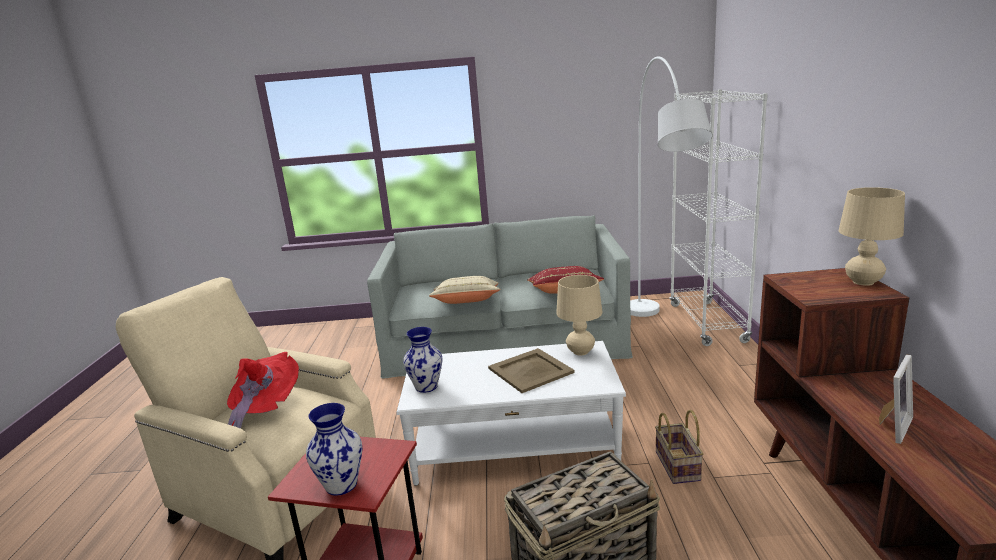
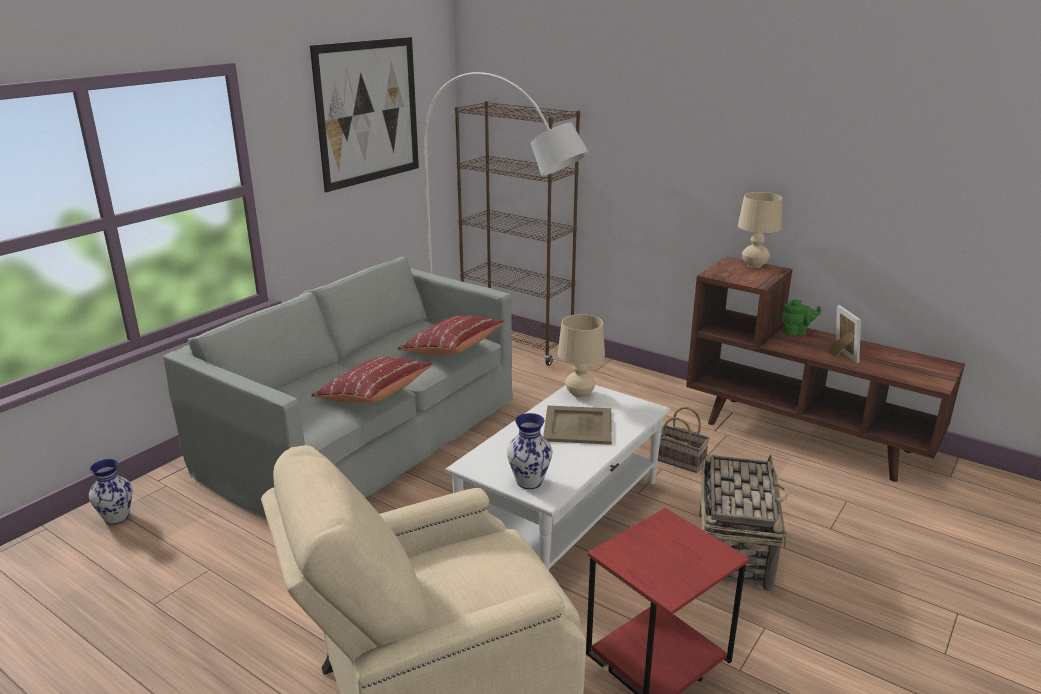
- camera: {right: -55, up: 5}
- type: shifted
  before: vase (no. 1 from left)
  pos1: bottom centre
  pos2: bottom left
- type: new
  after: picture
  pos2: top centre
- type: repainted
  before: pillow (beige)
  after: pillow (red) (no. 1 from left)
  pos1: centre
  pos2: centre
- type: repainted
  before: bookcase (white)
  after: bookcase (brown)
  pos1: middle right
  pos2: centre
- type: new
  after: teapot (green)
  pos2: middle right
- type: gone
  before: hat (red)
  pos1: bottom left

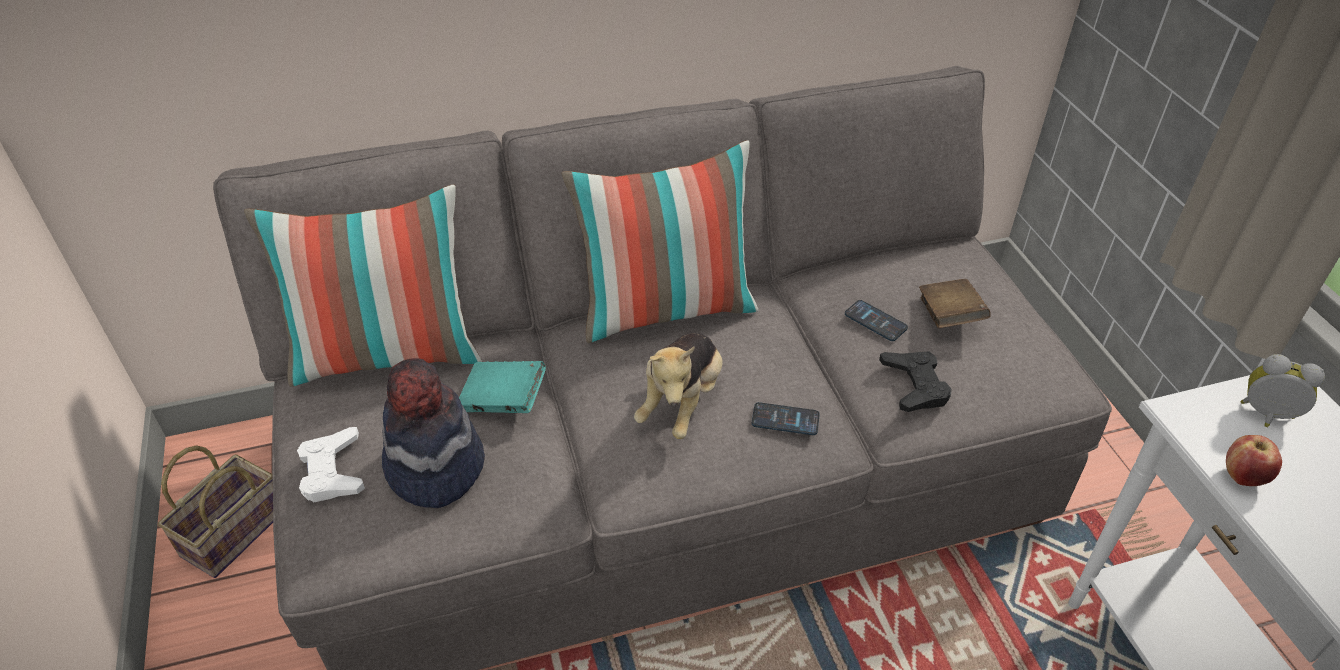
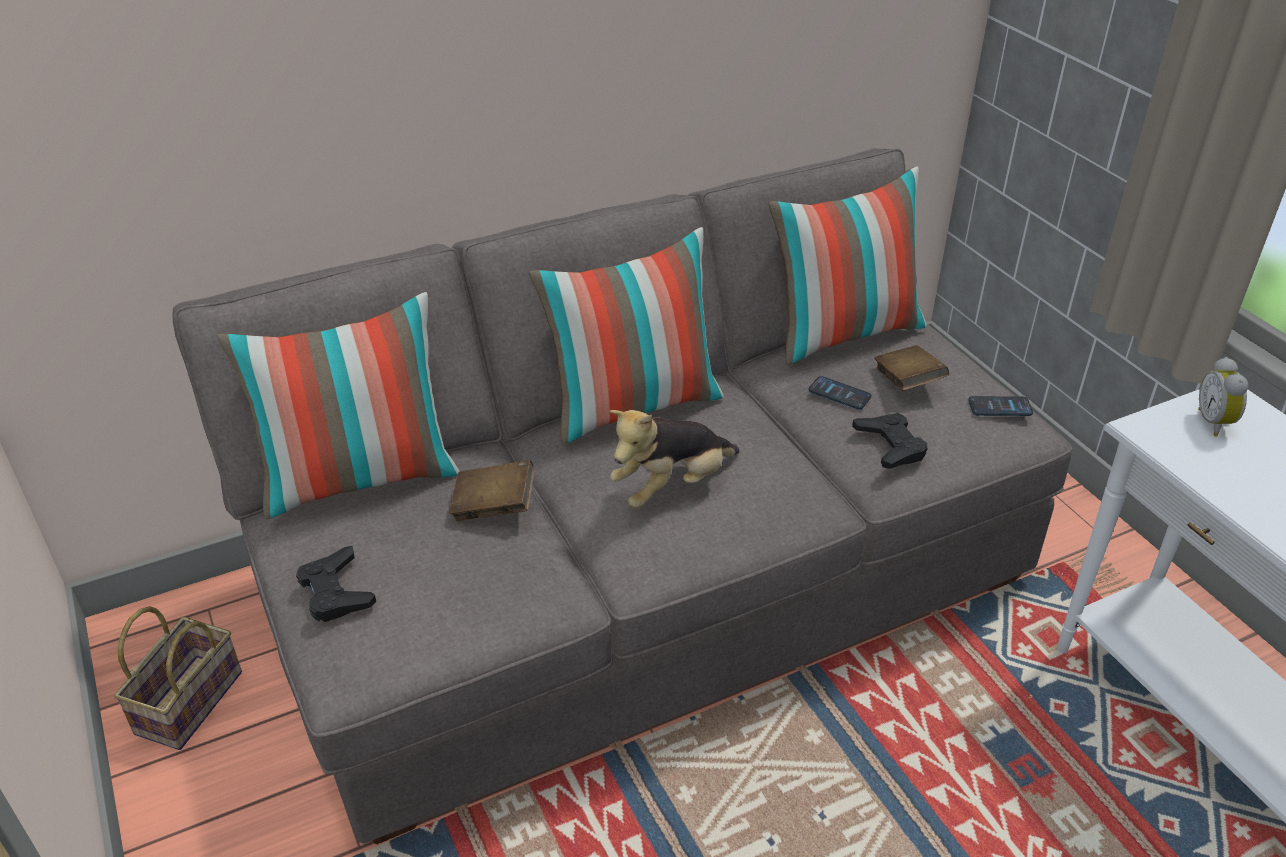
- camera: {right: -10, up: -5}
- type: repainted
  before: game controller (white)
  after: game controller (black) (no. 1 from left)
  pos1: bottom left
  pos2: bottom left
- type: repainted
  before: book (turquoise)
  after: book (brown) (no. 1 from left)
  pos1: centre
  pos2: centre
- type: rotated
  before: plush toy
  pos1: centre
  pos2: centre
  turn: 45
- type: new
  after: pillow (no. 3 from left)
  pos2: top centre
- type: shifted
  before: phone (no. 1 from left in the first image)
  after: phone (no. 2 from left)
  pos1: centre
  pos2: middle right
- type: rotated
  before: alarm clock
  pos1: middle right
  pos2: middle right
  turn: -105
- type: gone
  before: hat
  pos1: middle left
- type: gone
  before: apple
  pos1: bottom right

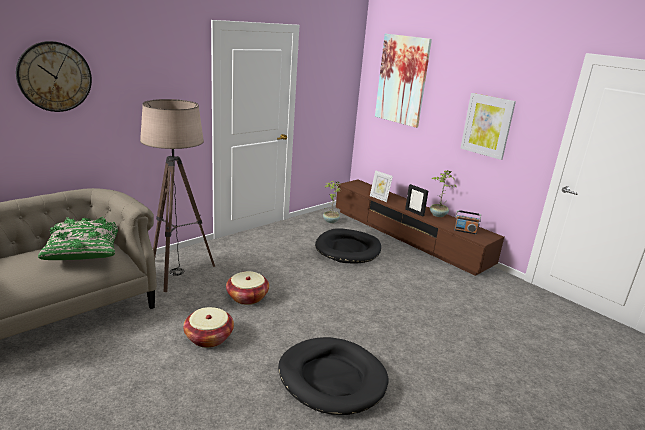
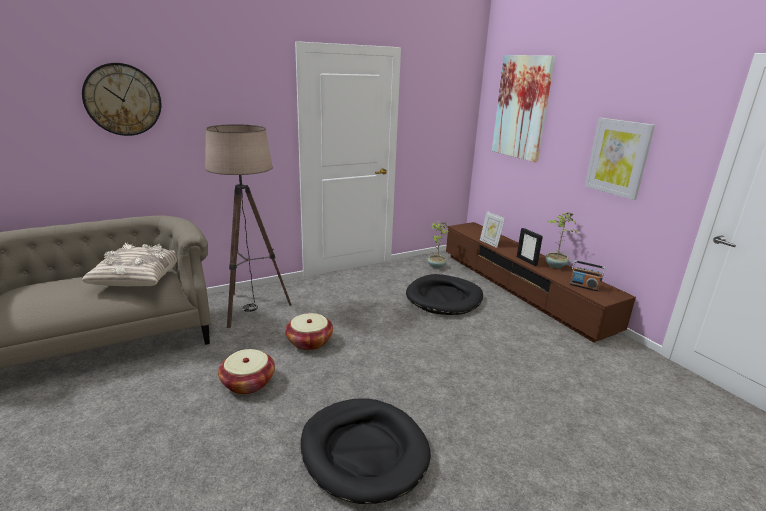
- camera: {right: 15, up: 0}
- type: repainted
  before: pillow (green)
  after: pillow (beige)
  pos1: middle left
  pos2: middle left

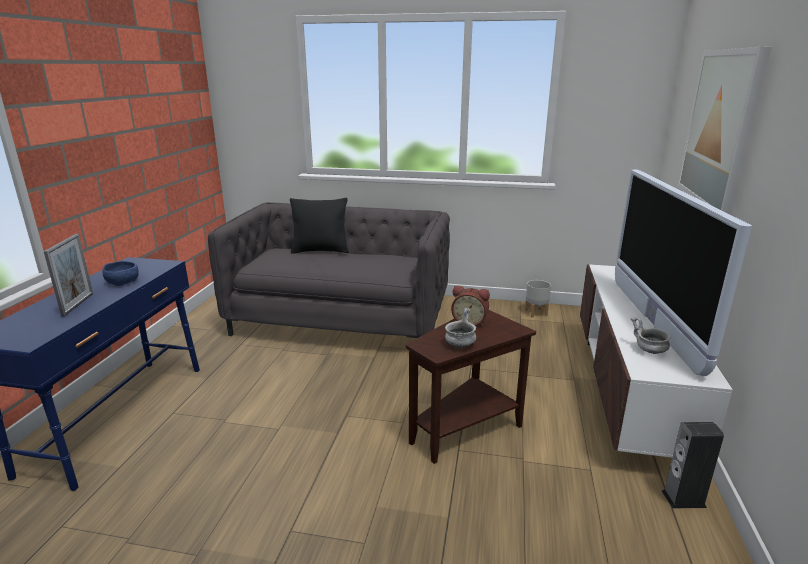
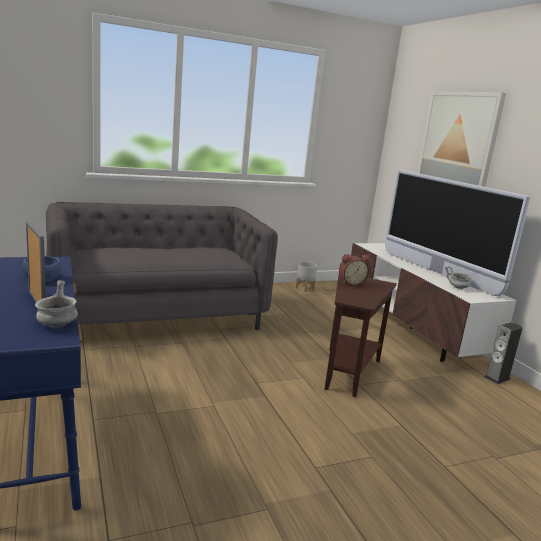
- camera: {right: -35, up: -5}
- type: shifted
  before: bowl (grey) (no. 1 from left)
  pos1: centre
  pos2: middle left
- type: gone
  before: pillow (black)
  pos1: centre

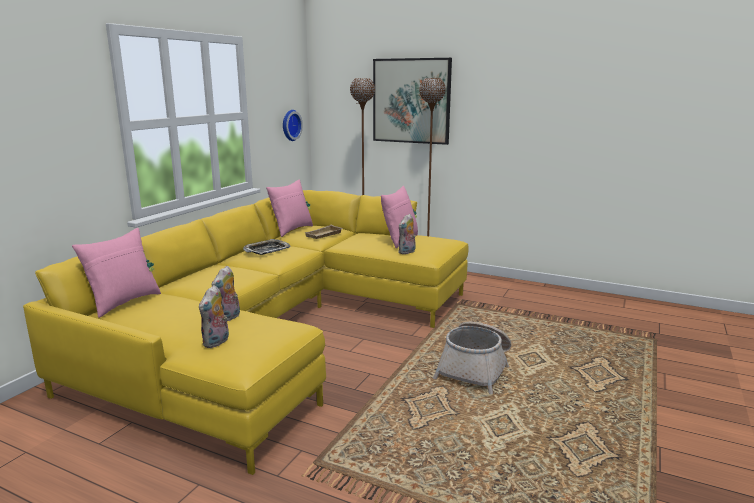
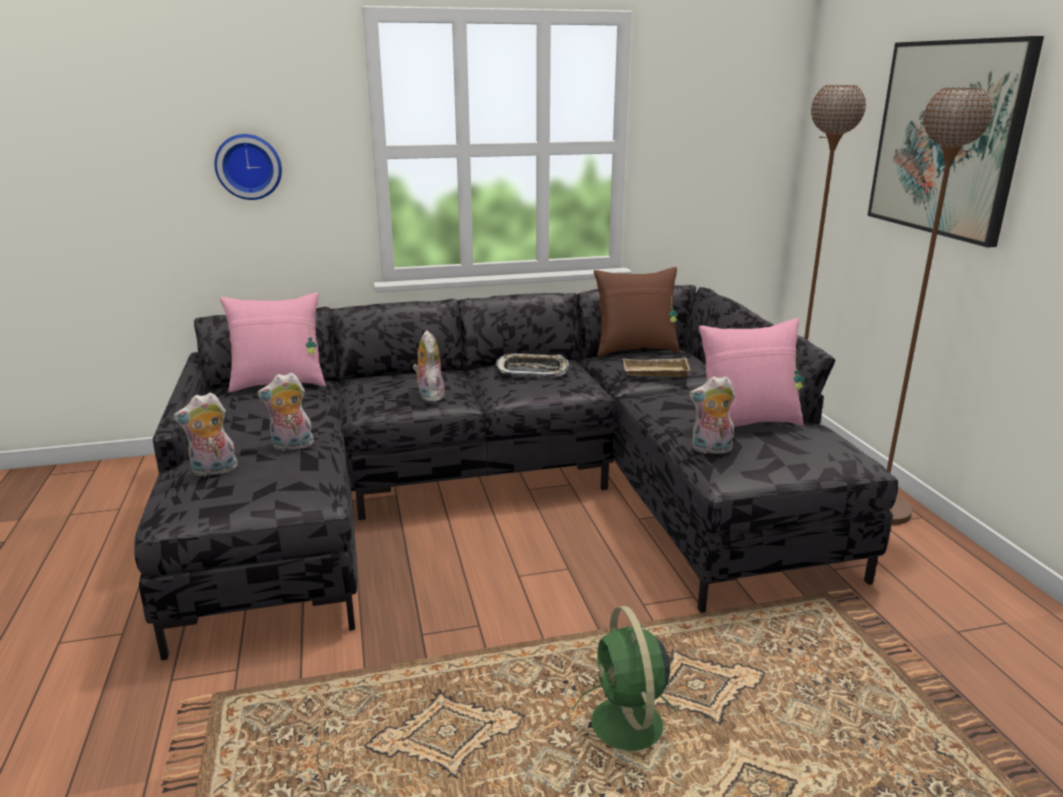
- camera: {right: 50, up: 5}
- type: repainted
  before: sofa (yellow)
  after: sofa (black)
  pos1: middle left
  pos2: centre
- type: shifted
  before: wall clock
  pos1: top centre
  pos2: top left
- type: new
  after: plush toy (no. 3 from left)
  pos2: centre
- type: swapped
  before: basket
  after: fan (green)
  pos1: bottom centre
  pos2: bottom centre
- type: repainted
  before: pillow (pink) (no. 2 from left)
  after: pillow (brown)
  pos1: centre
  pos2: centre

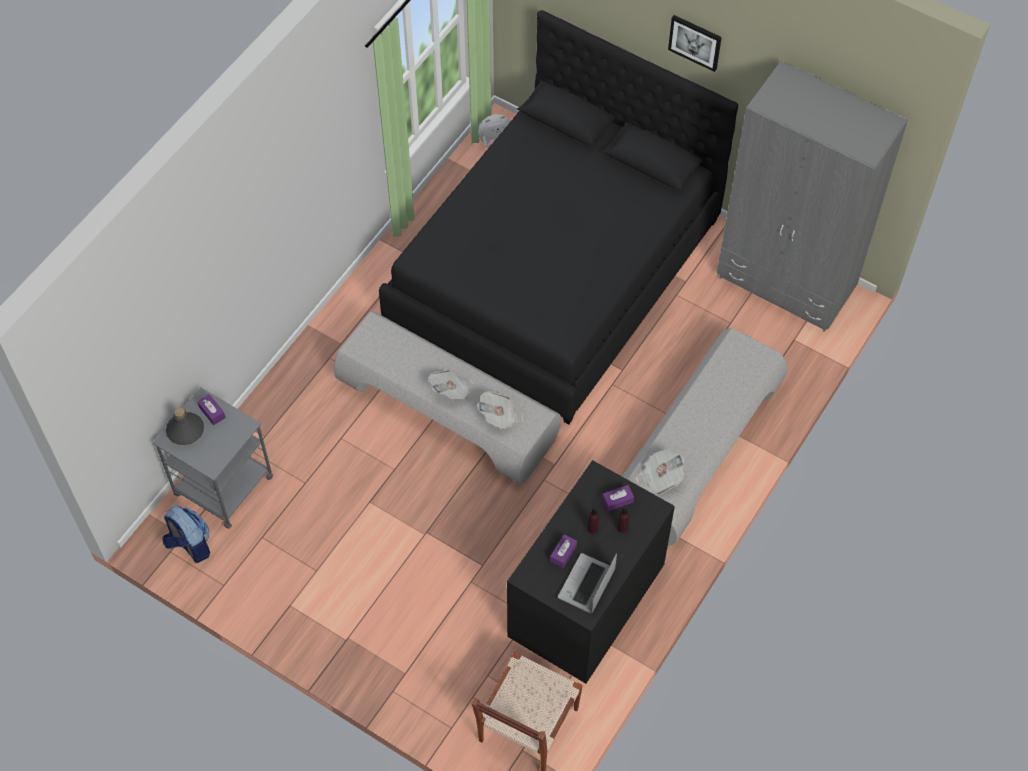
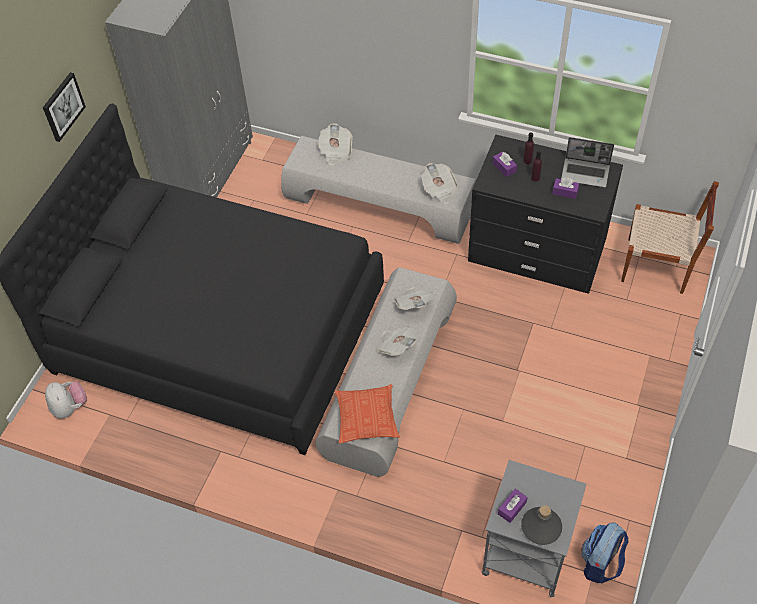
- camera: {right: -100, up: -5}
- type: new
  after: newspaper (no. 1 from left)
  pos2: top centre
- type: new
  after: pillow (orange)
  pos2: bottom centre

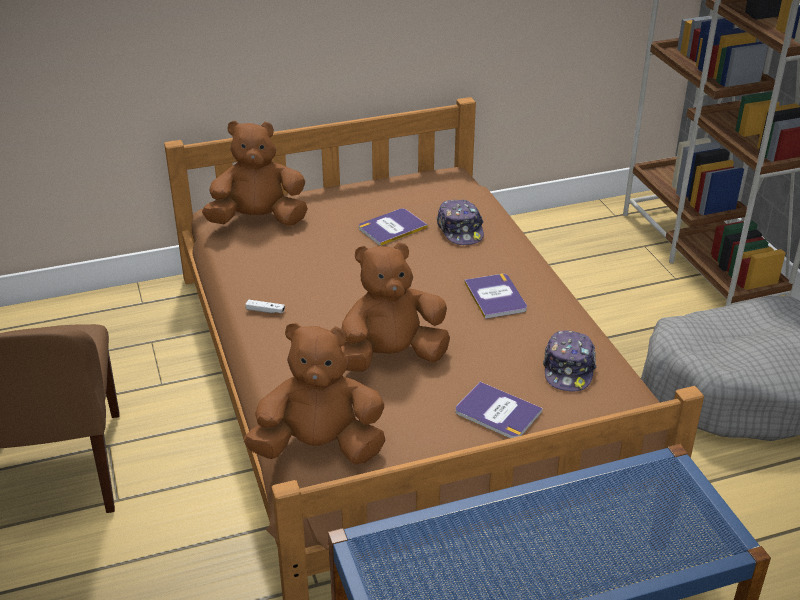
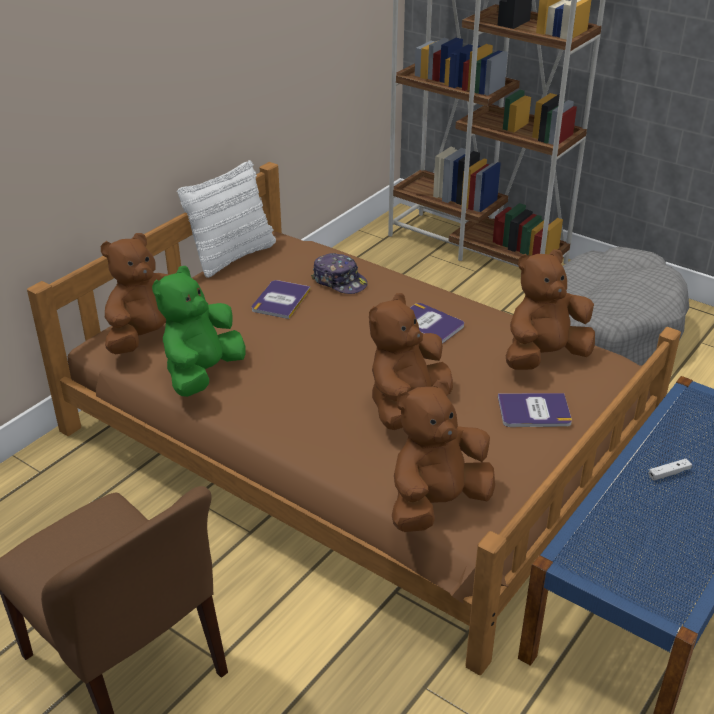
- camera: {right: -35, up: 0}
- type: new
  after: plush toy (green)
  pos2: middle left
- type: new
  after: pillow (white)
  pos2: top left
- type: swapped
  before: cap (no. 2 from left)
  after: plush toy (brown) (no. 4 from left)
  pos1: middle right
  pos2: middle right
- type: shifted
  before: game controller (white)
  pos1: middle left
  pos2: middle right

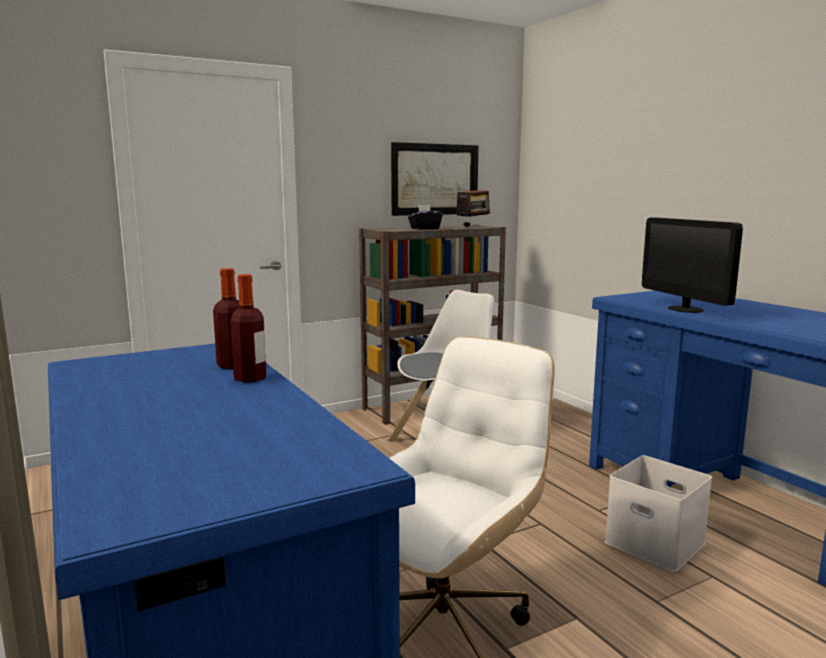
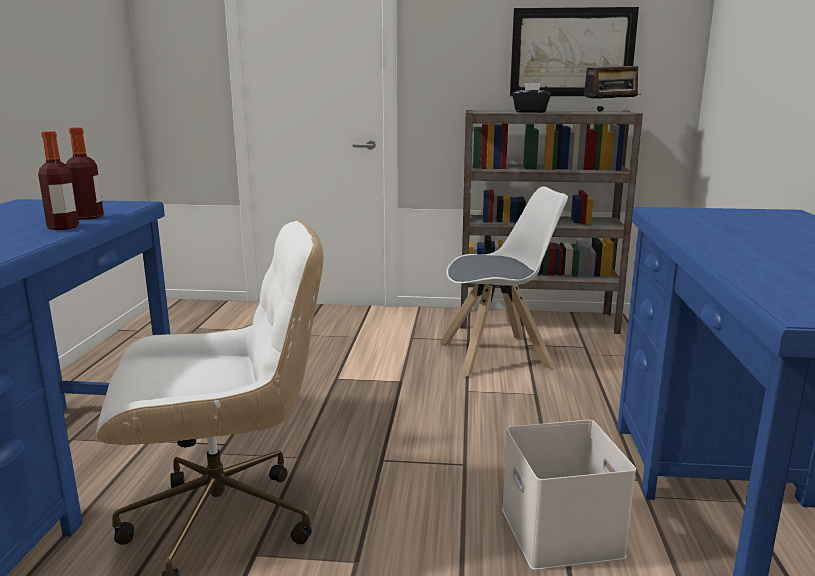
- camera: {right: 35, up: 5}
- type: gone
  before: monitor
  pos1: middle right

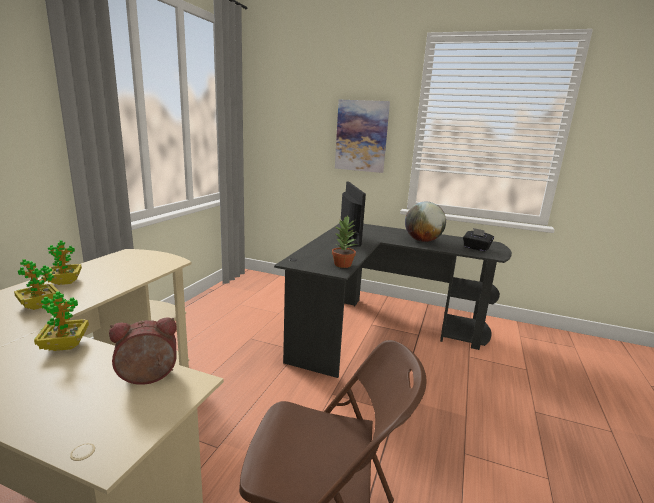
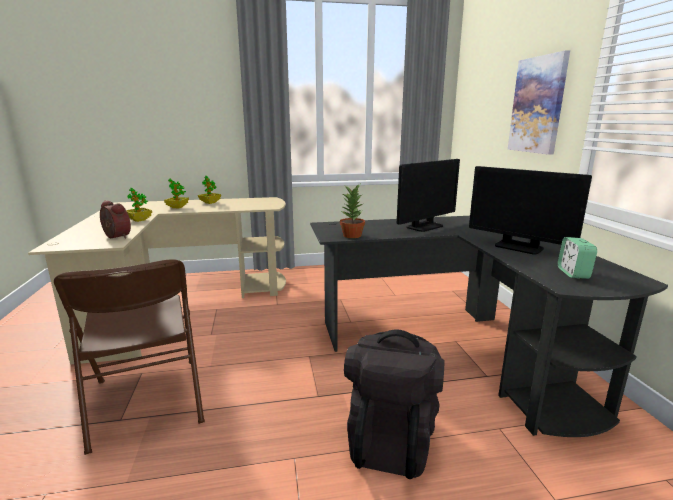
- camera: {right: 60, up: 0}
- type: new
  after: backpack (black)
  pos2: bottom centre
- type: swapped
  before: globe
  after: monitor (no. 2 from left)
  pos1: centre
  pos2: middle right
- type: swapped
  before: tissue box (black)
  after: alarm clock (no. 2 from left)
  pos1: middle right
  pos2: middle right

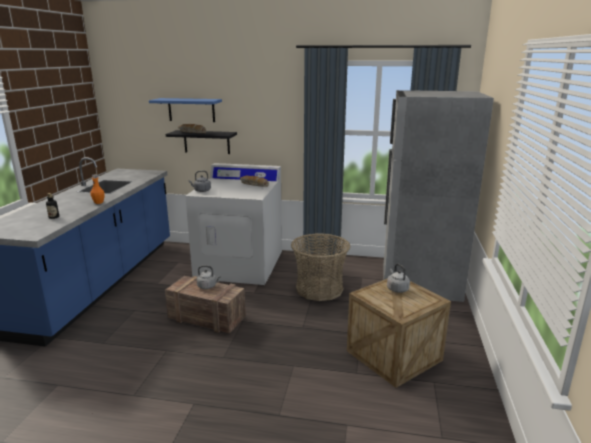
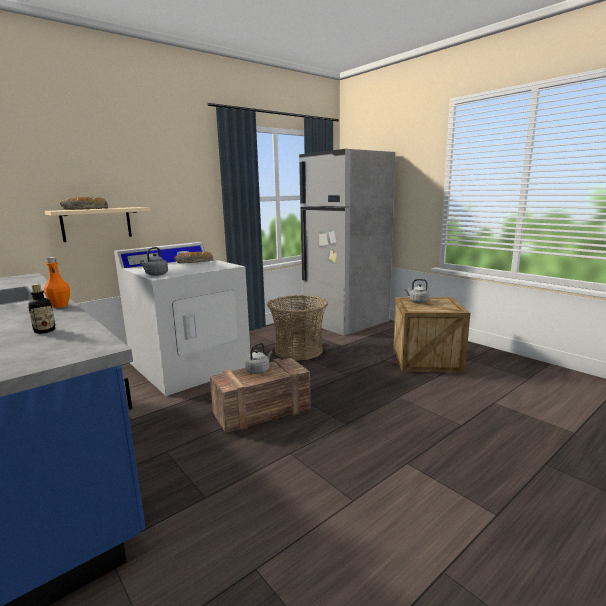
- camera: {right: -50, up: -5}
- type: repainted
  before: shelf (black)
  after: shelf (beige)
  pos1: top centre
  pos2: middle left
- type: gone
  before: shelf (blue)
  pos1: top left

